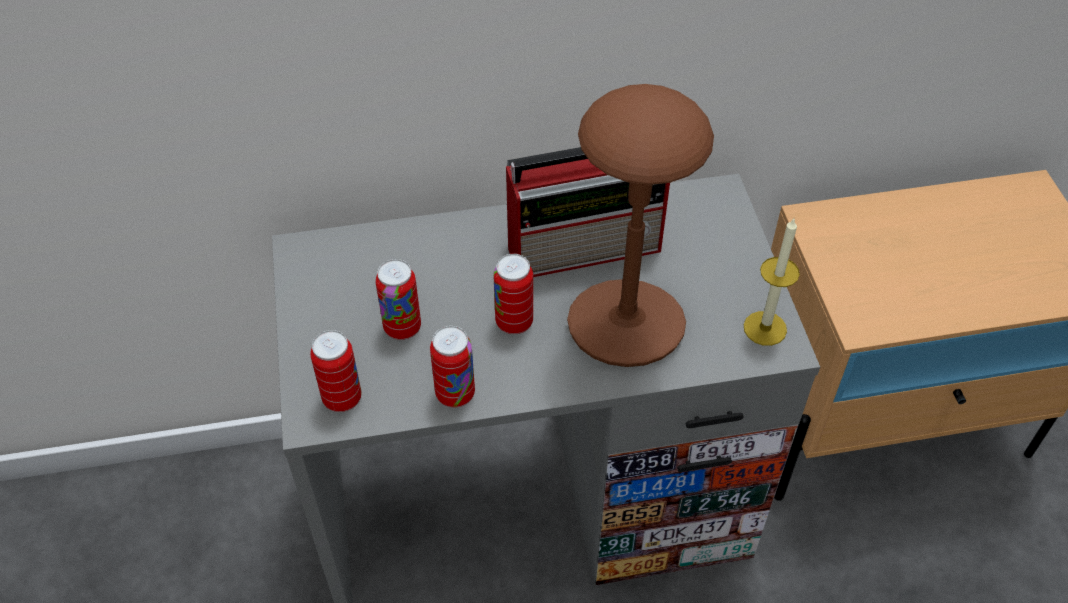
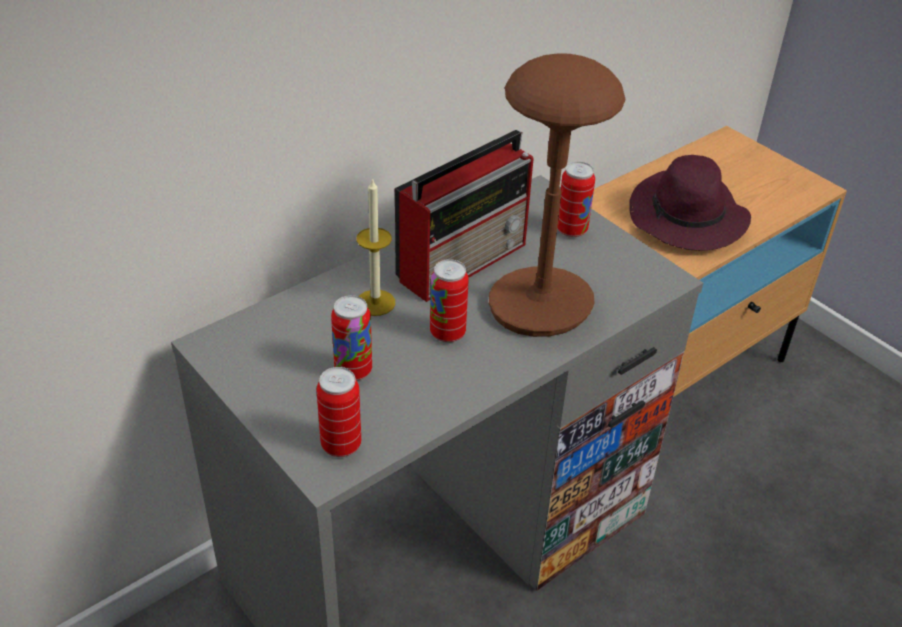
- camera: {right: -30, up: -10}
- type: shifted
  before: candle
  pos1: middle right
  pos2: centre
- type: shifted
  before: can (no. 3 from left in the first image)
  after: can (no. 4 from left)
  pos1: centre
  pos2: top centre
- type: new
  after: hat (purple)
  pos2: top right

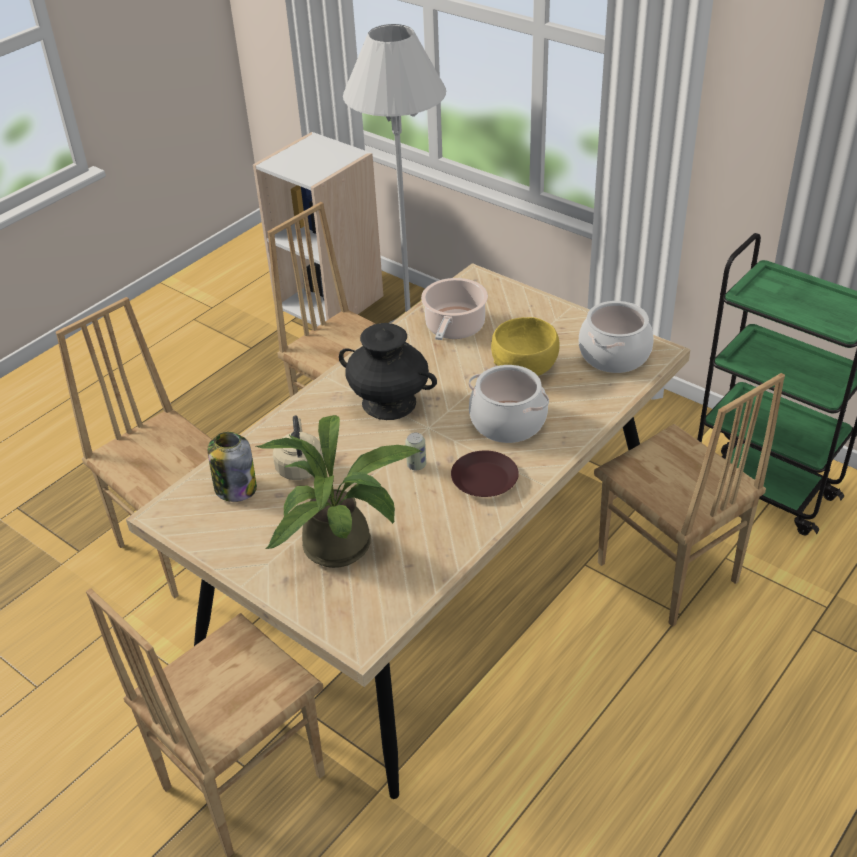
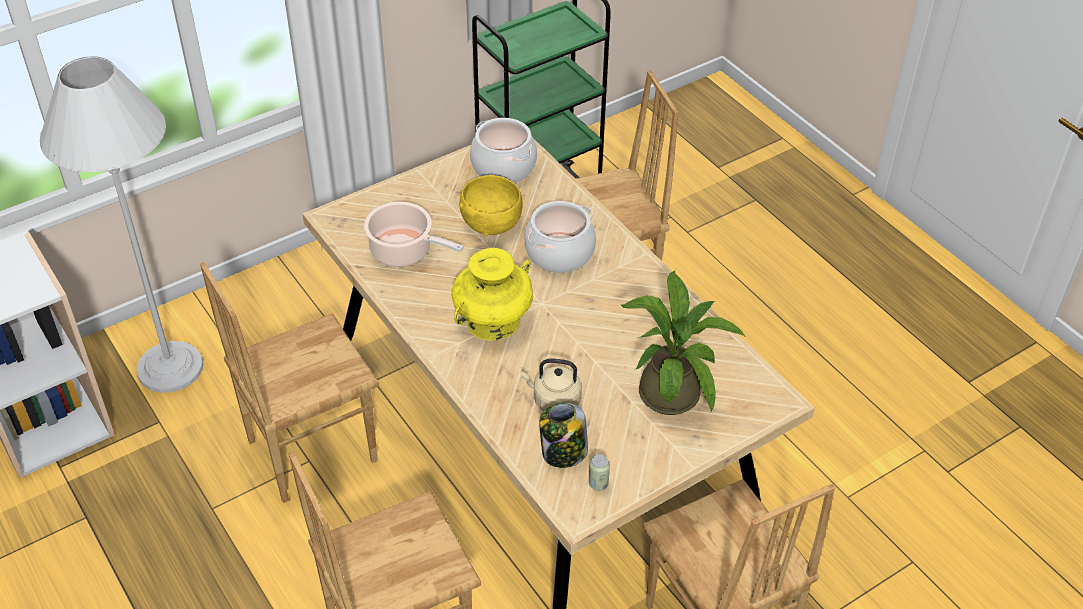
- camera: {right: -75, up: 5}
- type: repainted
  before: vase (black)
  after: vase (yellow)
  pos1: centre
  pos2: centre
- type: shifted
  before: can
  pos1: centre
  pos2: bottom centre
- type: gone
  before: plate (brown)
  pos1: centre

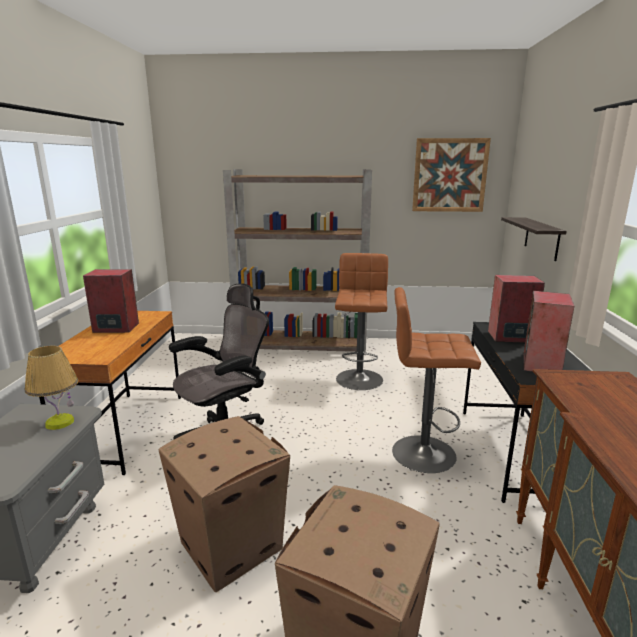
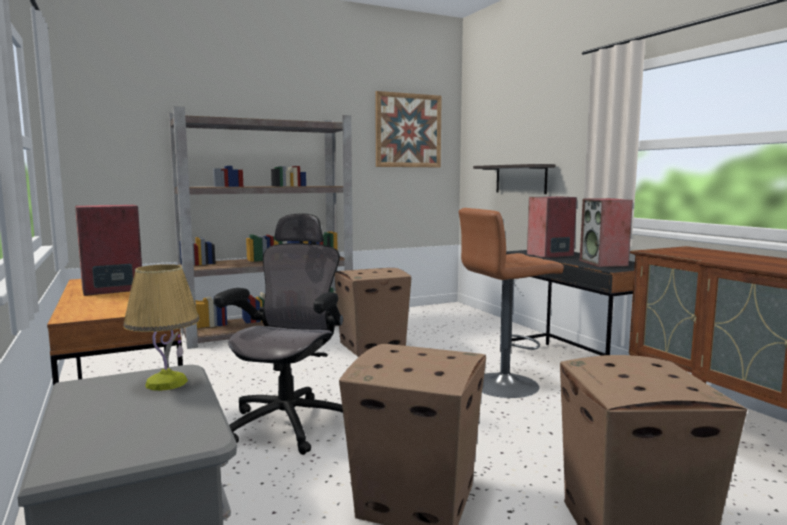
- camera: {right: -30, up: -10}
- type: swapped
  before: stool (brown) (no. 1 from left)
  after: cardboard box (no. 1 from left)
  pos1: centre
  pos2: centre

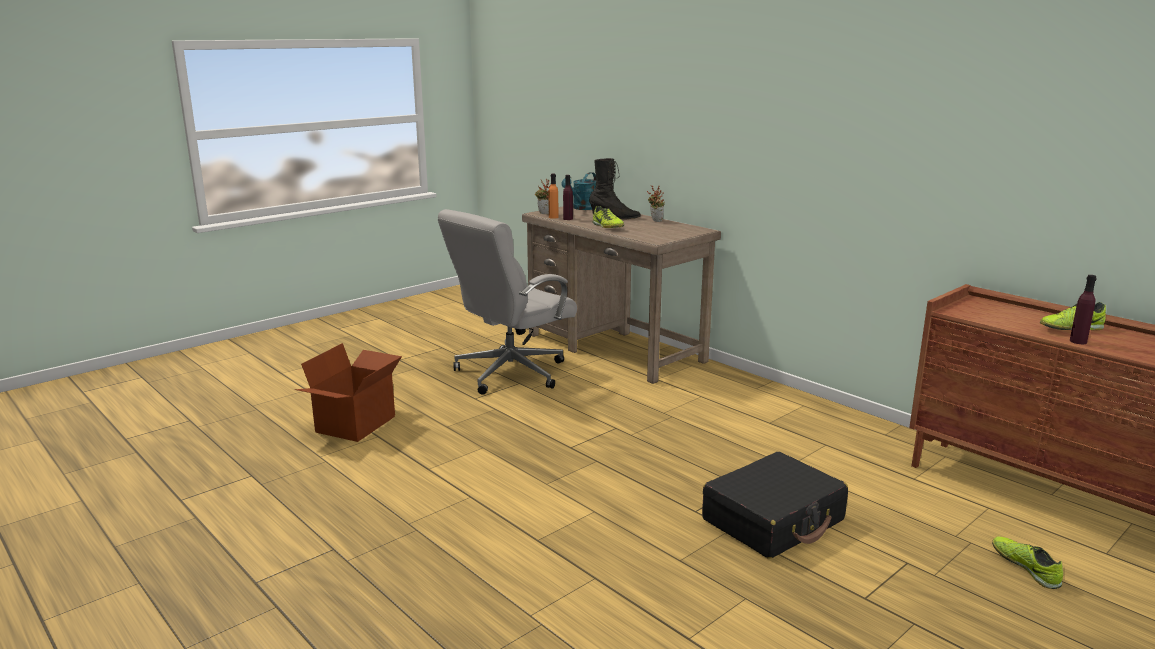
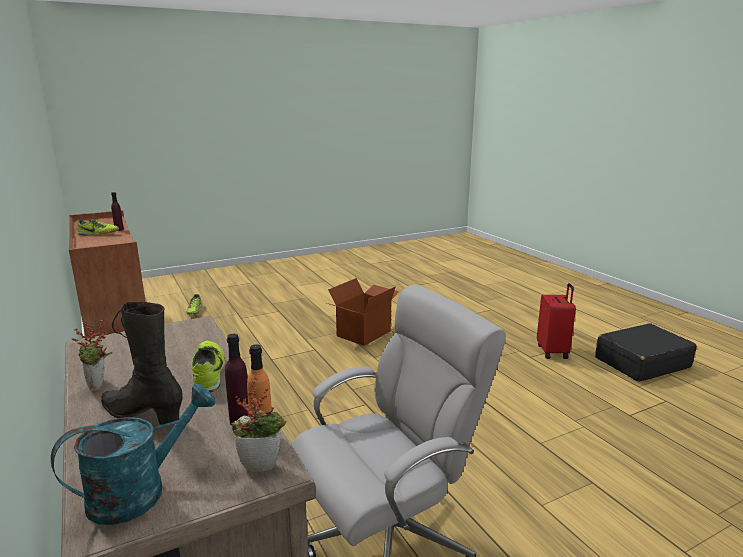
- camera: {right: -165, up: 0}
- type: shifted
  before: cardboard box
  pos1: middle left
  pos2: centre
- type: new
  after: suitcase (red)
  pos2: middle right
- type: shifted
  before: suitcase (black)
  pos1: bottom right
  pos2: middle right

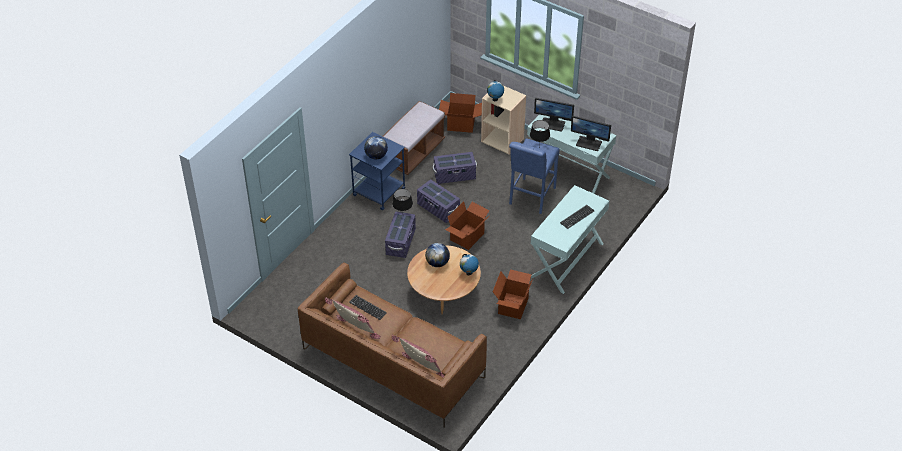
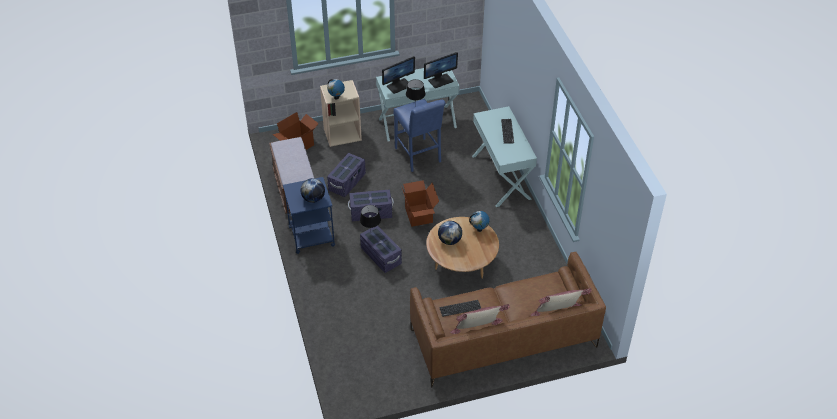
- camera: {right: -50, up: 0}
- type: gone
  before: cardboard box (no. 3 from left)
  pos1: centre

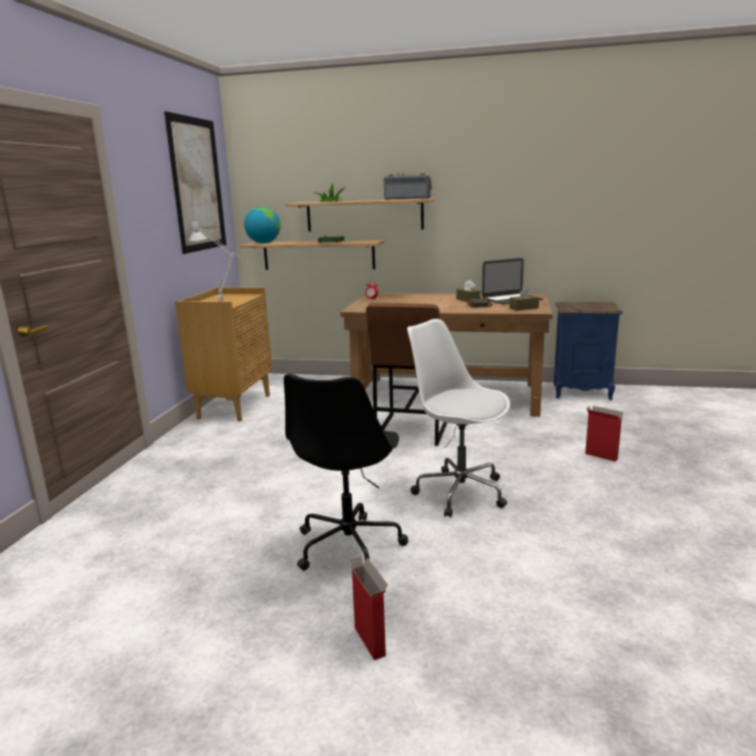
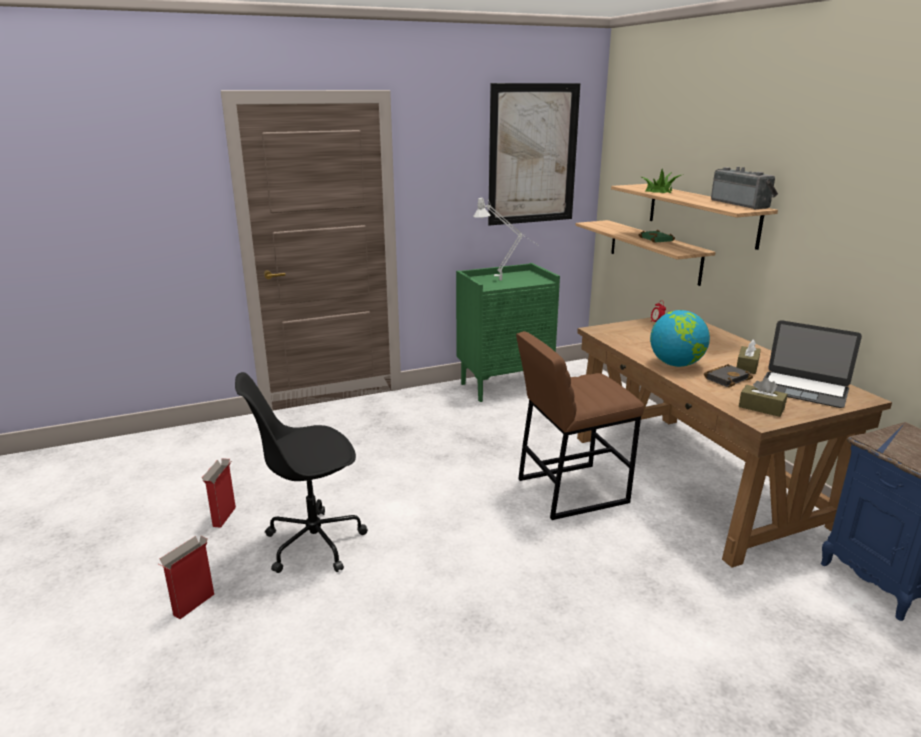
- camera: {right: 55, up: 5}
- type: shifted
  before: cardboard box (no. 2 from left)
  pos1: middle right
  pos2: bottom left
- type: repainted
  before: cabinet (brown)
  after: cabinet (green)
  pos1: middle left
  pos2: centre
- type: shifted
  before: globe
  pos1: top centre
  pos2: middle right
- type: gone
  before: office chair (white)
  pos1: centre

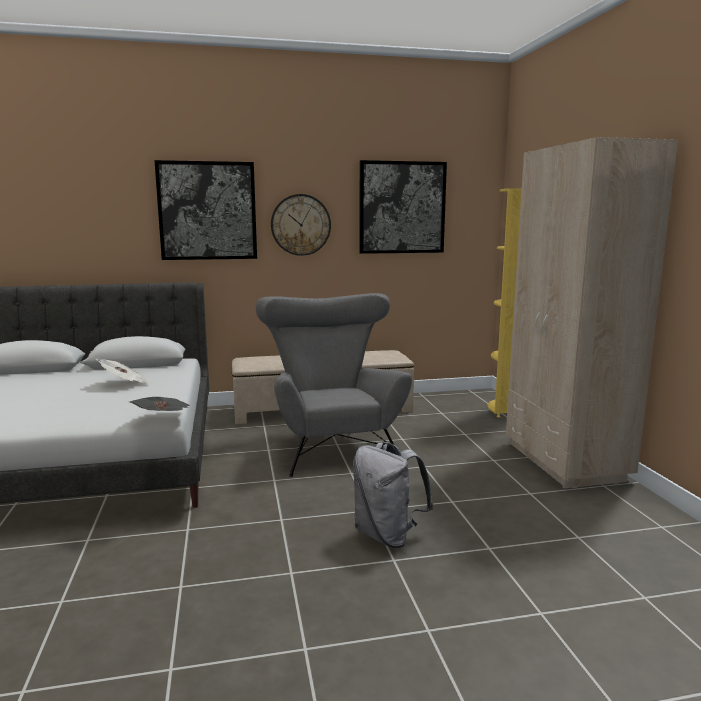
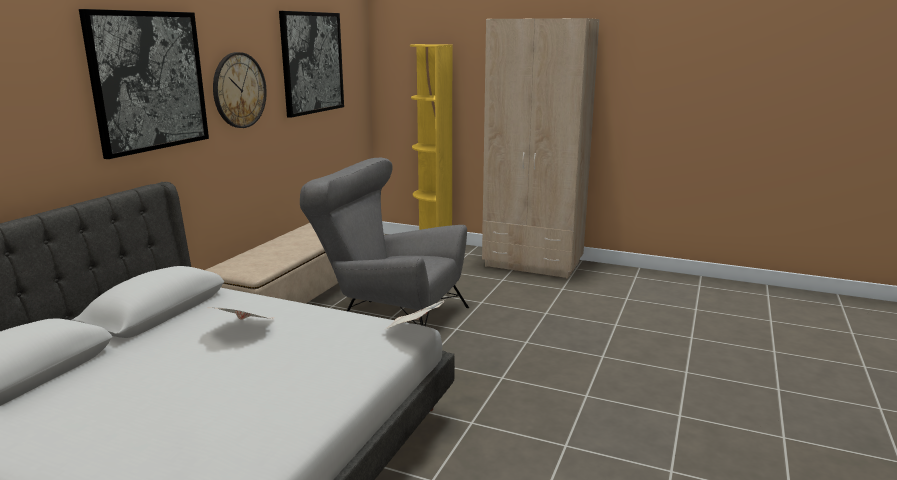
- camera: {right: -55, up: 5}
- type: gone
  before: backpack (grey)
  pos1: bottom centre

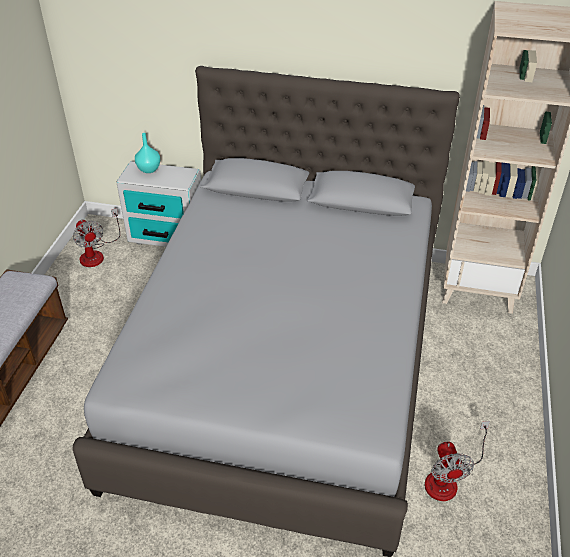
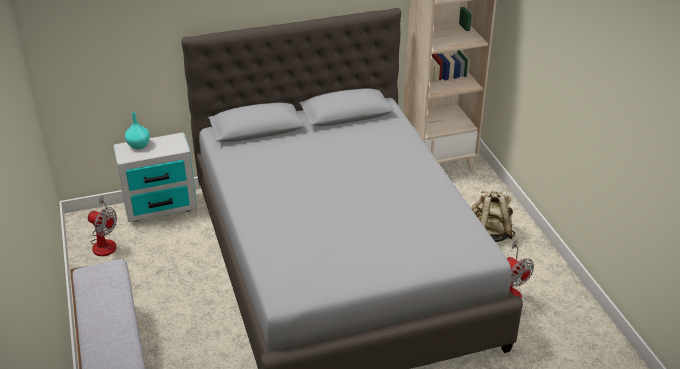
- camera: {right: -30, up: -5}
- type: new
  after: backpack (beige)
  pos2: middle right

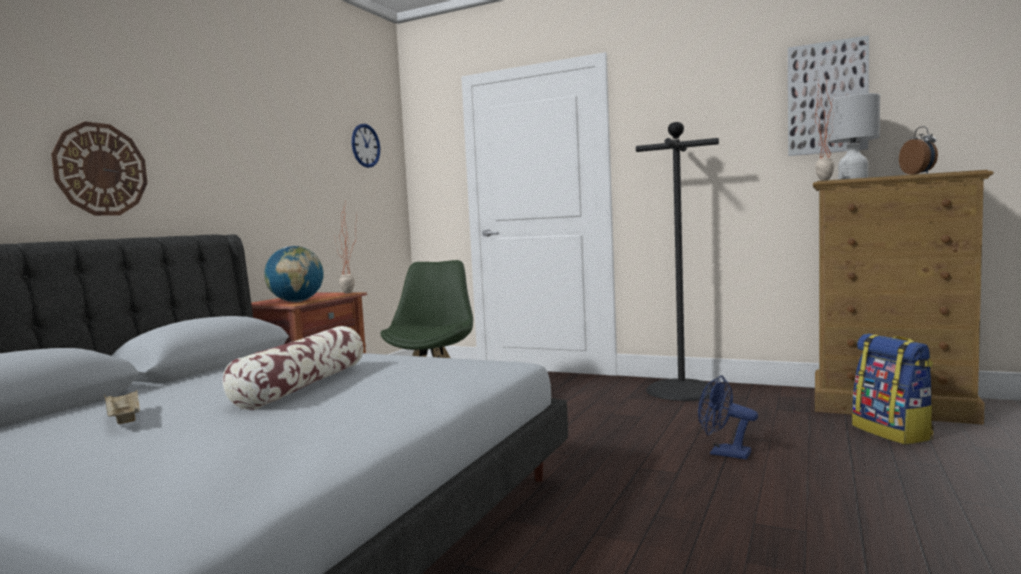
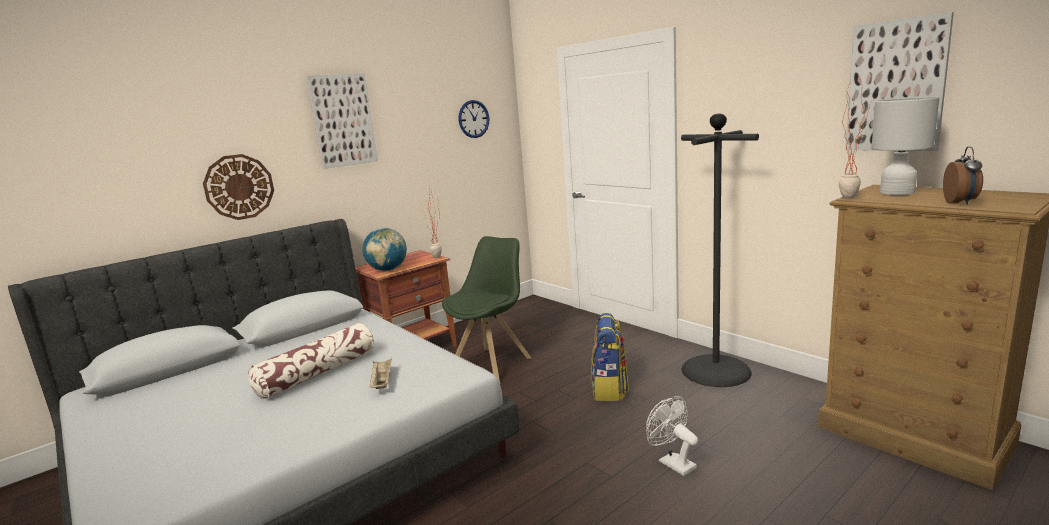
- camera: {right: 25, up: 10}
- type: new
  after: picture (no. 1 from left)
  pos2: top left
- type: shifted
  before: tray (beige)
  pos1: bottom left
  pos2: bottom centre
- type: shifted
  before: backpack
  pos1: bottom right
  pos2: bottom centre
- type: repainted
  before: fan (blue)
  after: fan (white)
  pos1: bottom right
  pos2: bottom centre

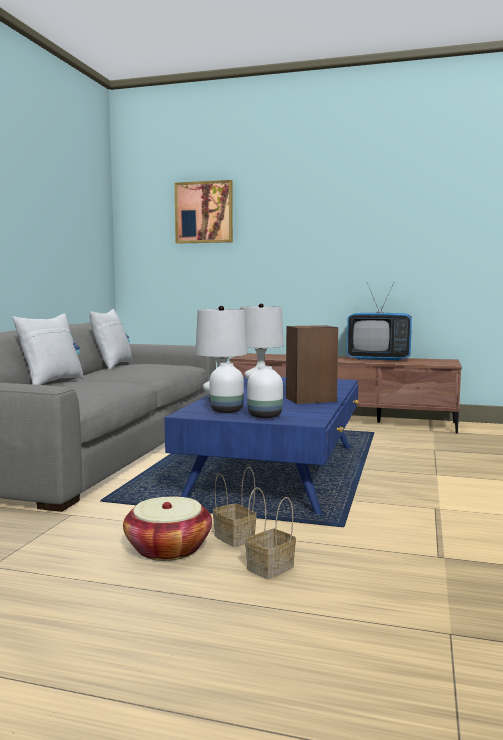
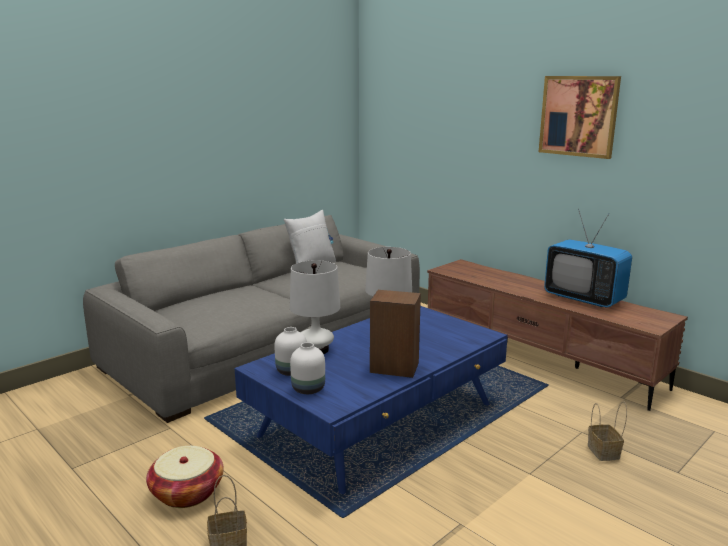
- camera: {right: 30, up: 10}
- type: shifted
  before: picture
  pos1: top centre
  pos2: top right
- type: shifted
  before: basket (no. 2 from left in the first image)
  after: basket (no. 3 from left)
  pos1: bottom centre
  pos2: bottom right
- type: gone
  before: pillow (grey) (no. 1 from left)
  pos1: middle left

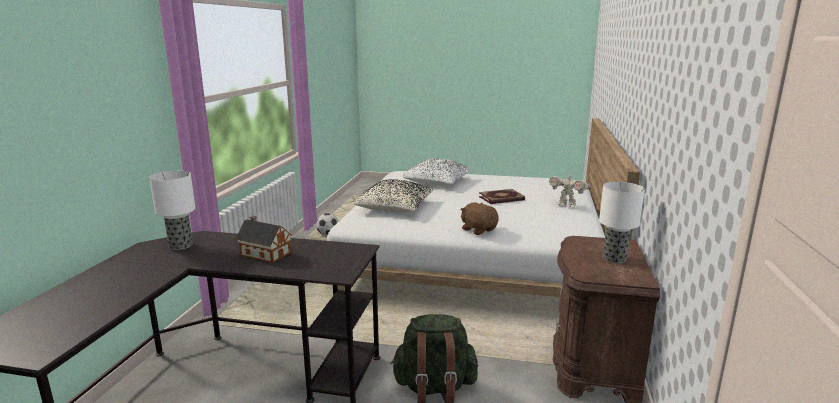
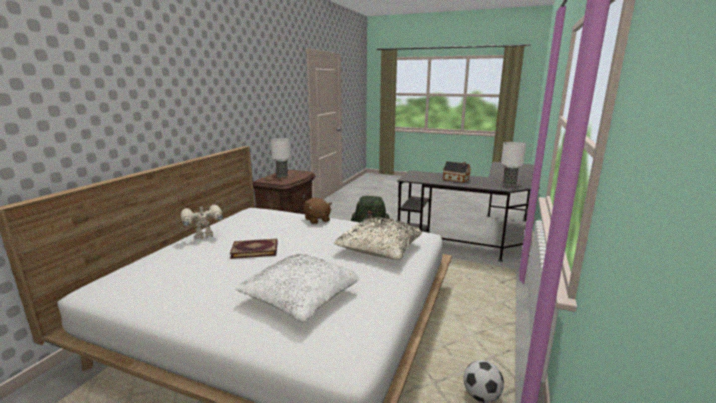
- camera: {right: -170, up: 0}
- type: rotated
  before: toy robot
  pos1: middle right
  pos2: middle left
  turn: -75

